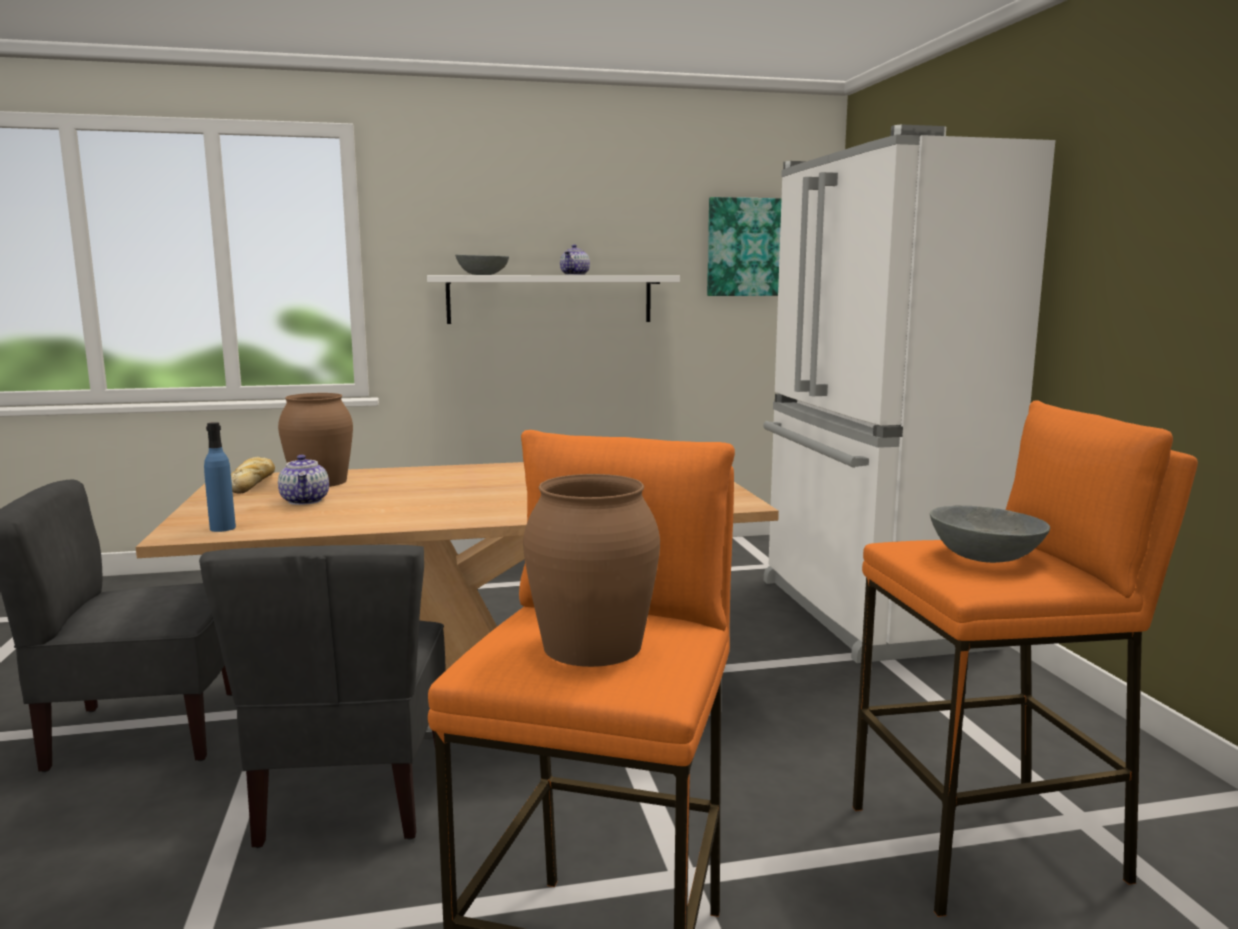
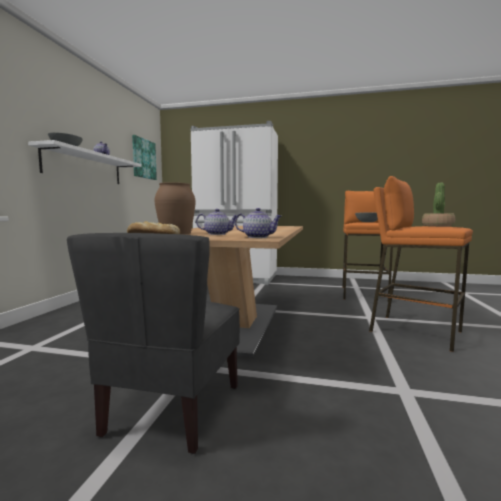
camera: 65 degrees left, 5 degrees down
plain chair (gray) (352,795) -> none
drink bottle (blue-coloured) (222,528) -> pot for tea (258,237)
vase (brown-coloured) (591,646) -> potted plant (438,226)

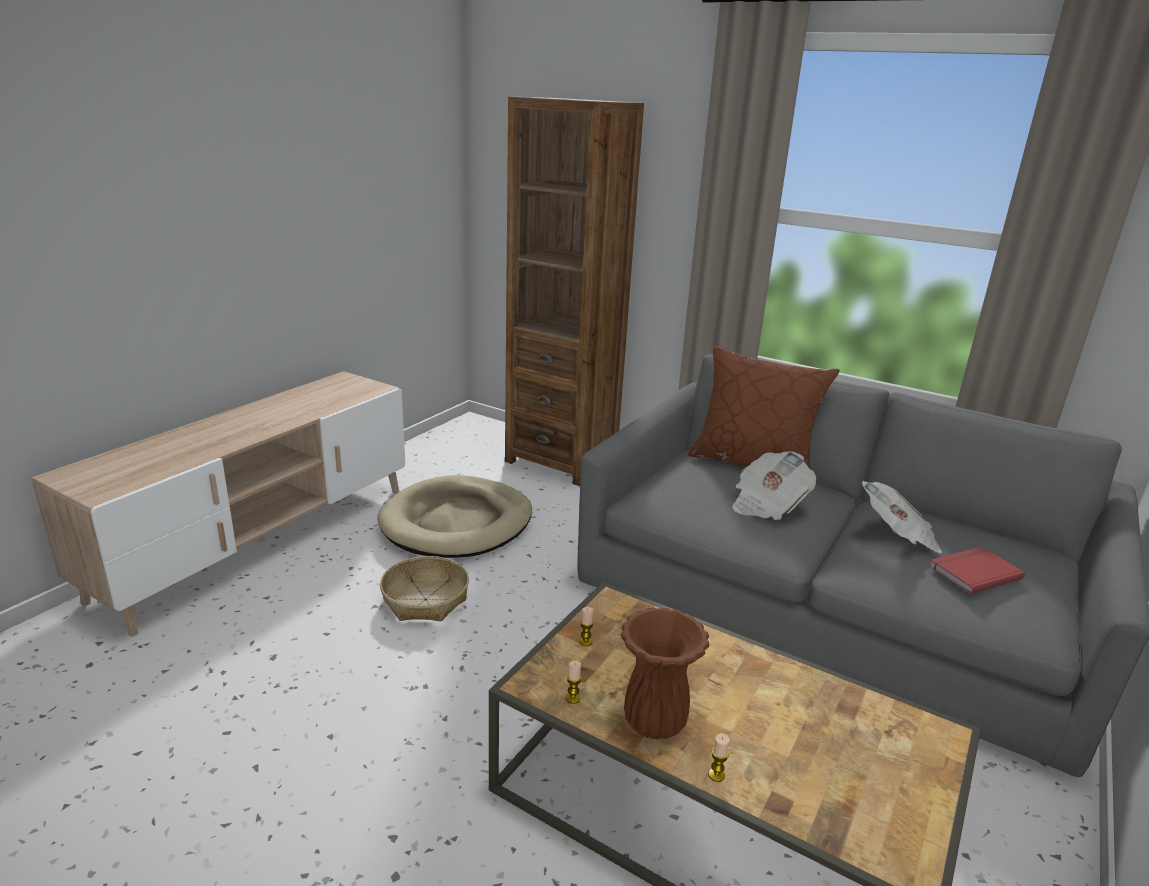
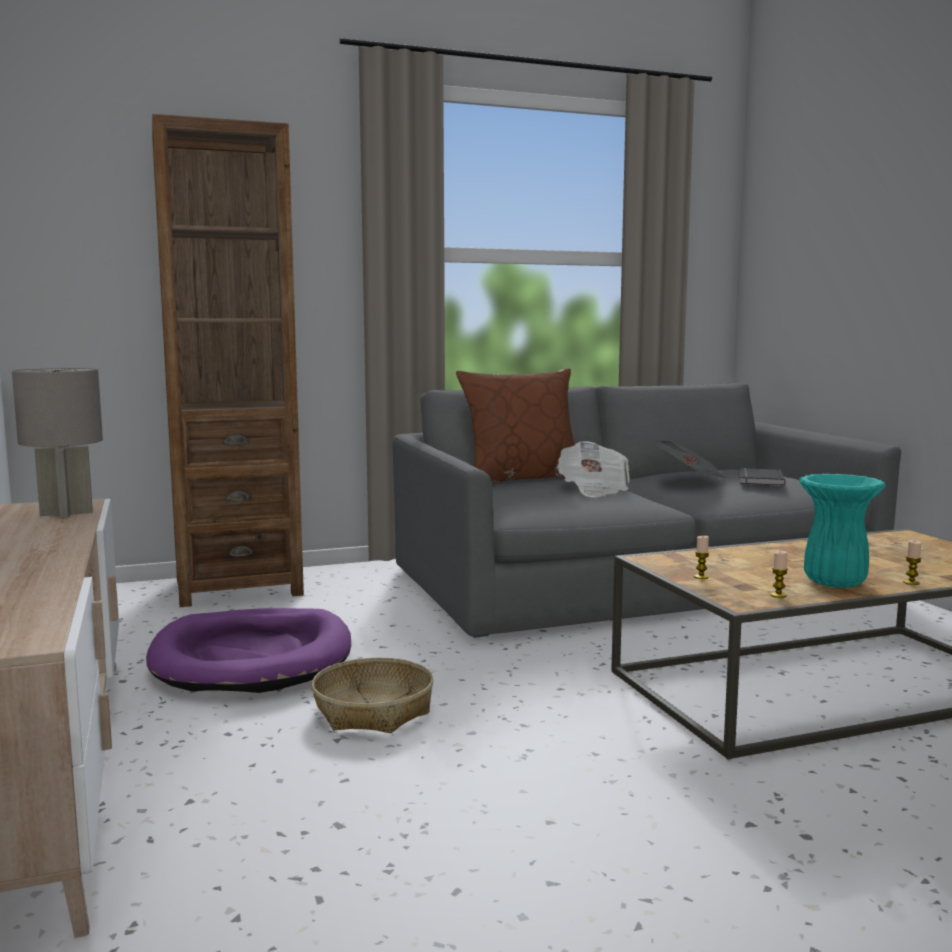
camera: 50 degrees left, 15 degrees down
none -> lamp for a table (gray) (65,513)
dog cushion (sand-coloured) (457,522) -> dog cushion (purple) (252,658)
vase (brown-coloured) (655,723) -> vase (turquoise) (836,583)
volume (red) (973,571) -> volume (black-coloured) (758,479)

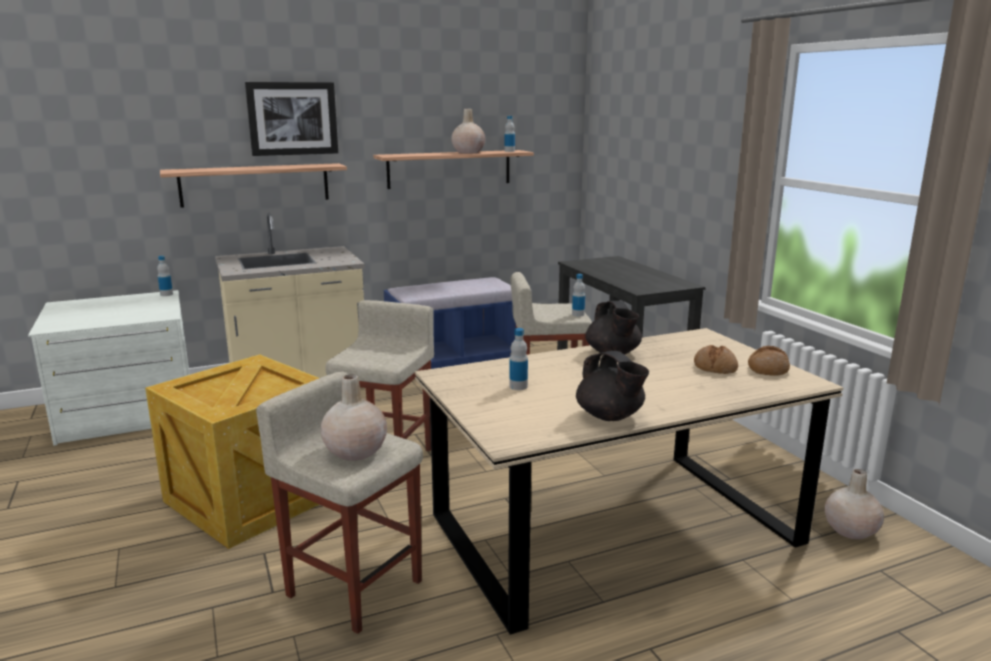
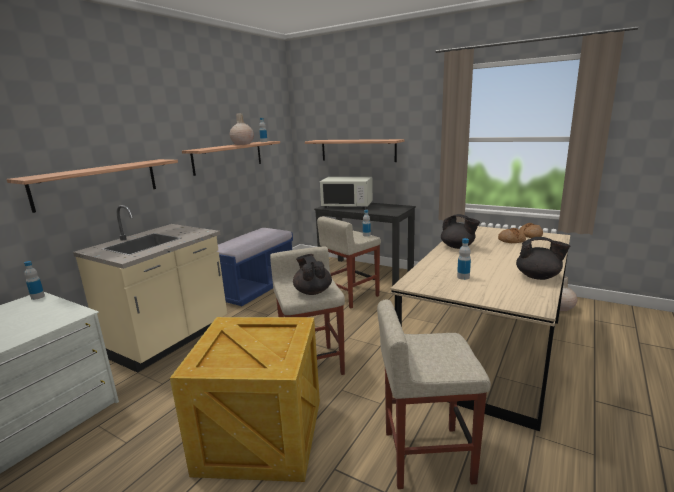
camera: 35 degrees left, 0 degrees up
wall art (292,118) -> none
vase (sand-coloured) (355,451) -> none
none -> pot for tea (black-coloured) (312,291)
none -> bracket shelf (357,150)
none -> microwave oven (white-coloured) (347,205)

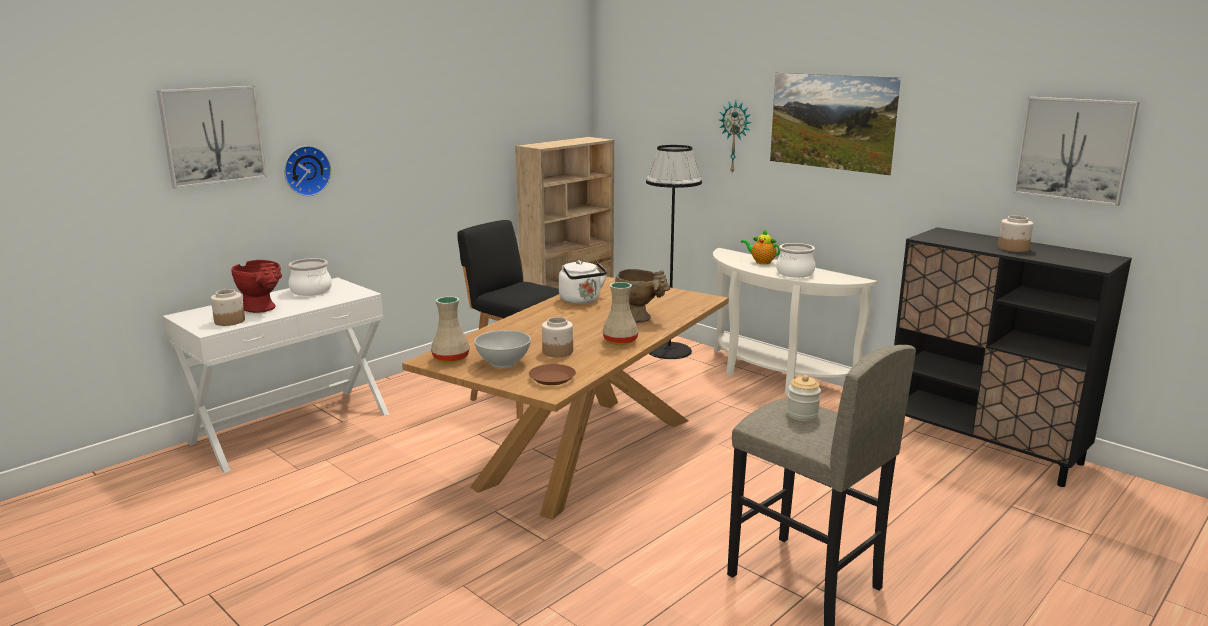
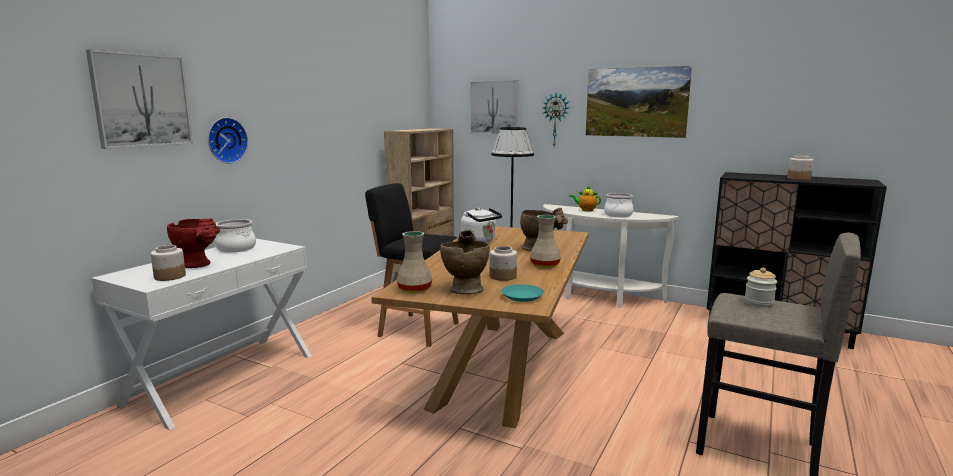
camera: 15 degrees left, 5 degrees down
wall art (1074,149) -> wall art (494,107), move
deep dish (white-coloured) (503,363) -> vase (sand-coloured) (465,288)
flat dish (brown-coloured) (552,379) -> flat dish (turquoise) (522,296)

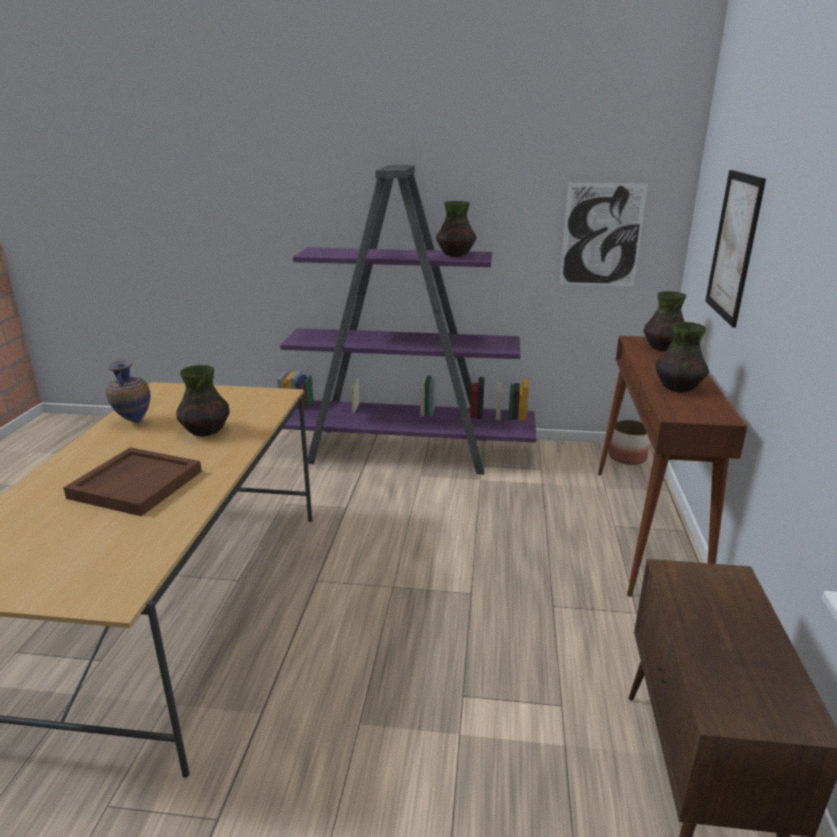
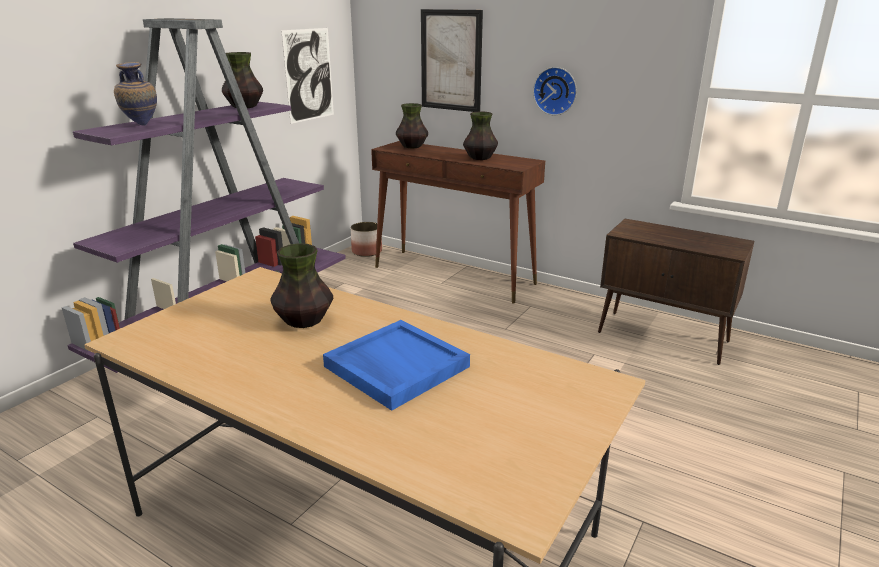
camera: 65 degrees left, 0 degrees up
none -> wall clock (556,91)
vase (133,422) -> vase (141,126), move
serving tray (brown-coloured) (136,484) -> serving tray (blue-coloured) (395,366)

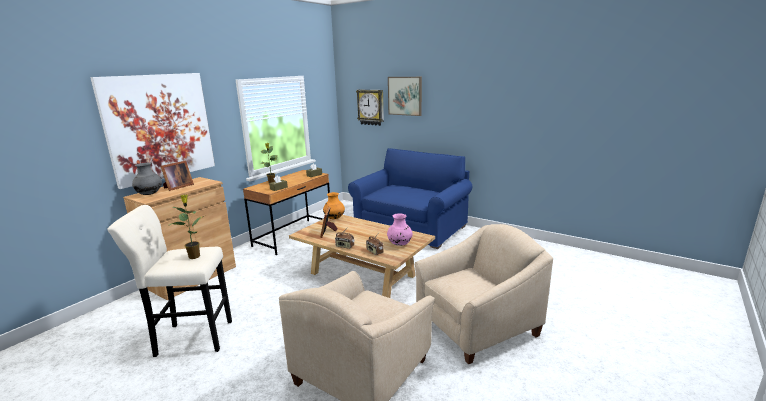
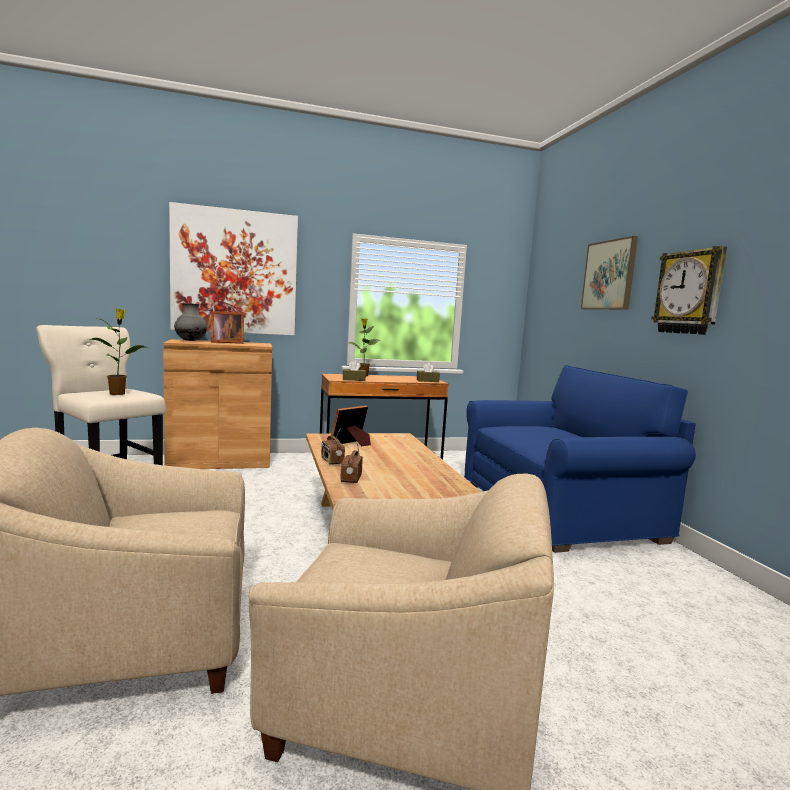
camera: 40 degrees right, 10 degrees down
vase (orange-coloured) (334,218) -> none
vase (pinkish) (399,244) -> none
wall clock (371,107) -> wall clock (689,292), move

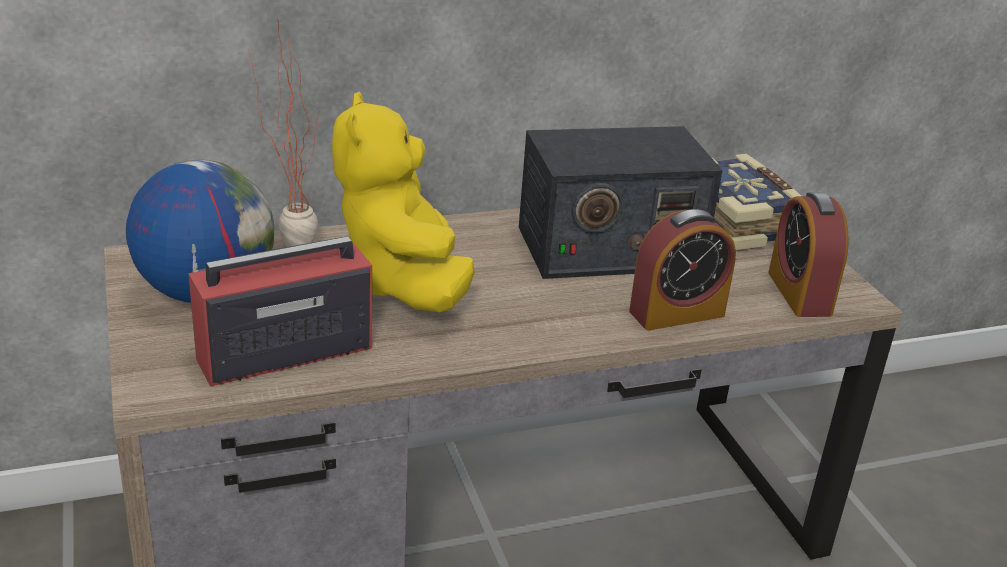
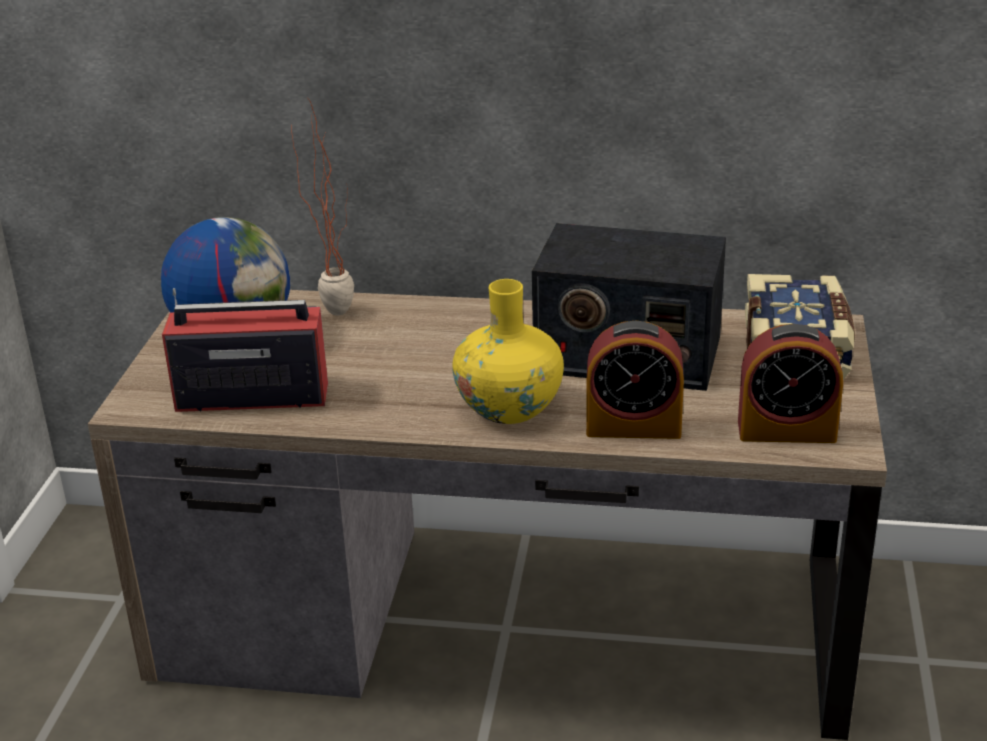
camera: 30 degrees right, 0 degrees up
soft toy (yellow) (402,284) -> none
none -> vase (yellow) (509,408)
alarm clock (799,293) -> alarm clock (786,431), 105 degrees counterclockwise

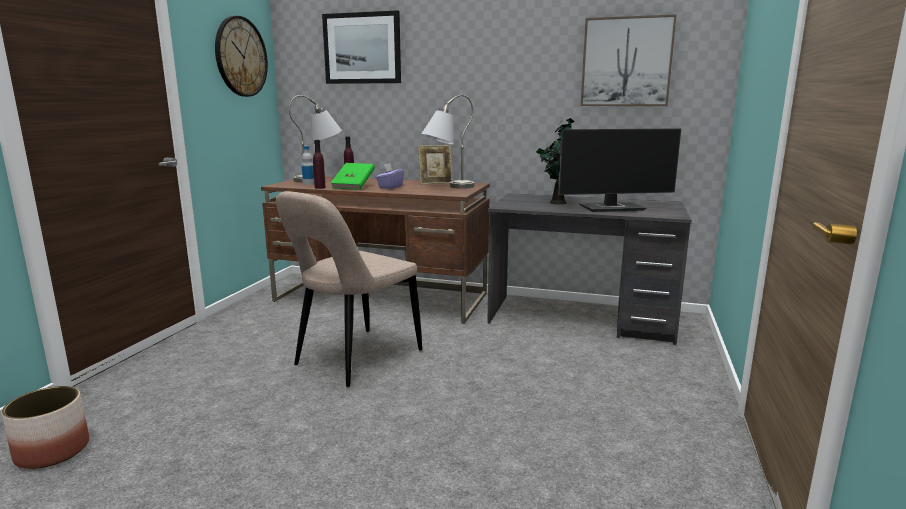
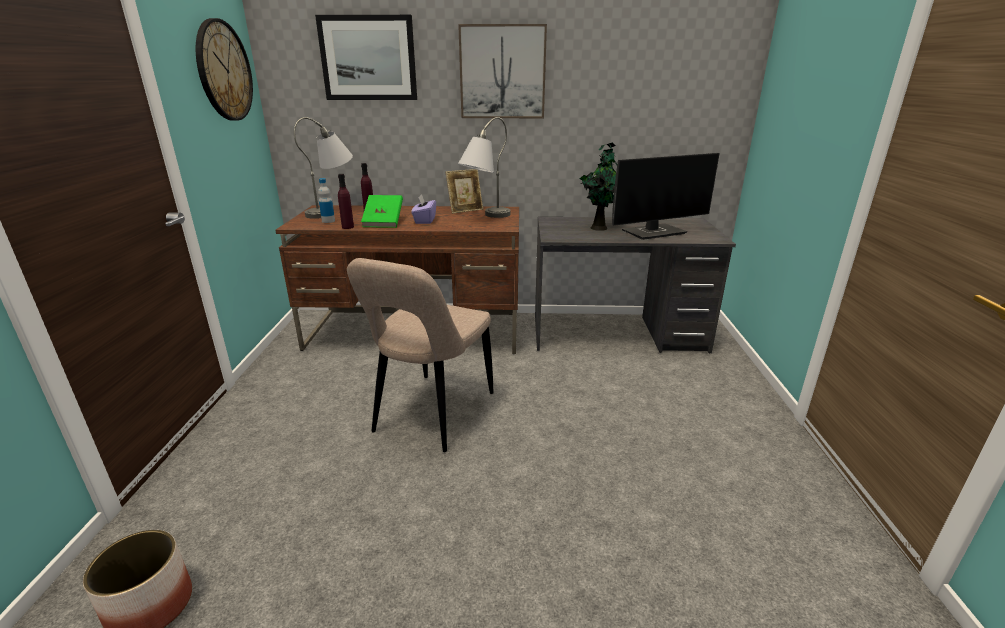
camera: 15 degrees left, 10 degrees up
wall art (626,62) -> wall art (502,72), move

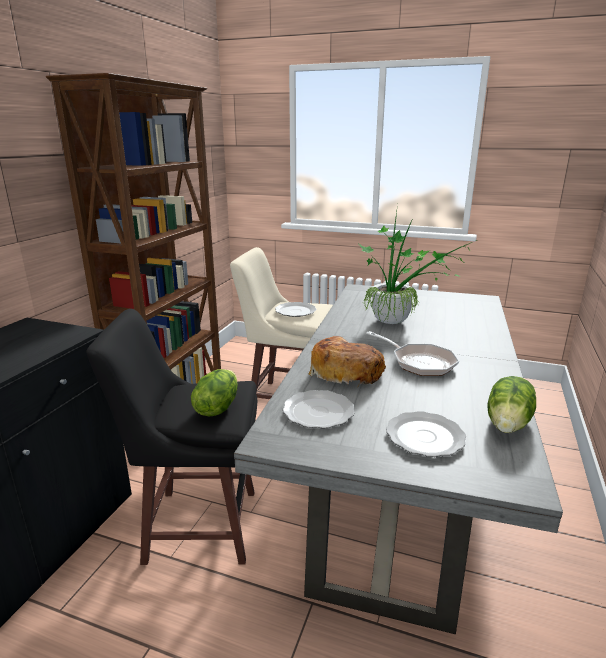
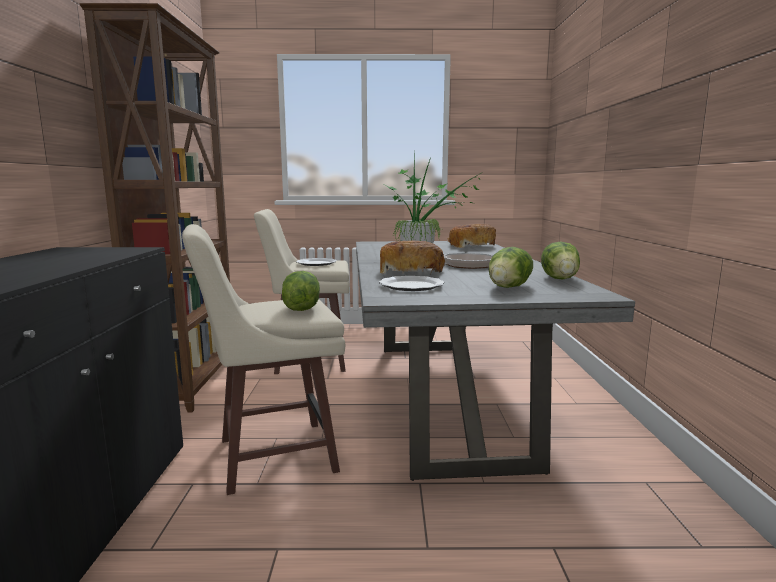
camera: 20 degrees left, 10 degrees down
none -> bakery bread (470,246)
flat dish (426,436) -> lettuce head (509,287)
stool seat (black-coloured) (198,524) -> stool seat (sand-coloured) (272,455)

